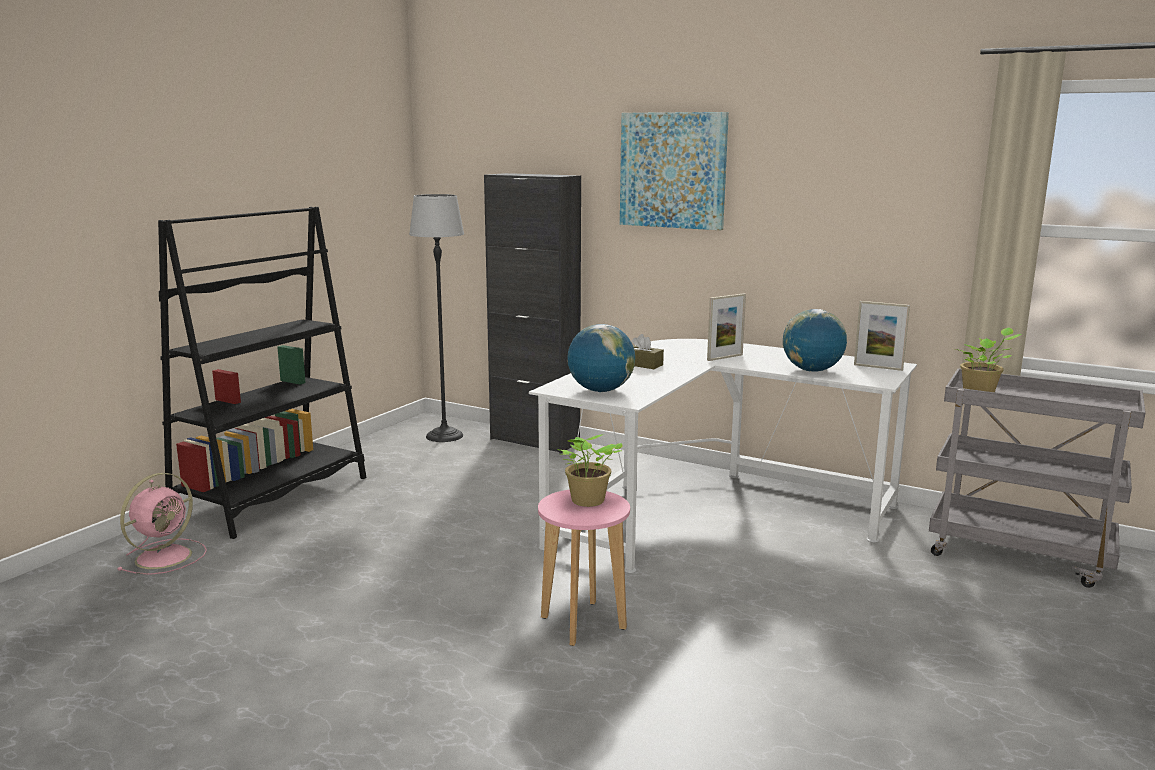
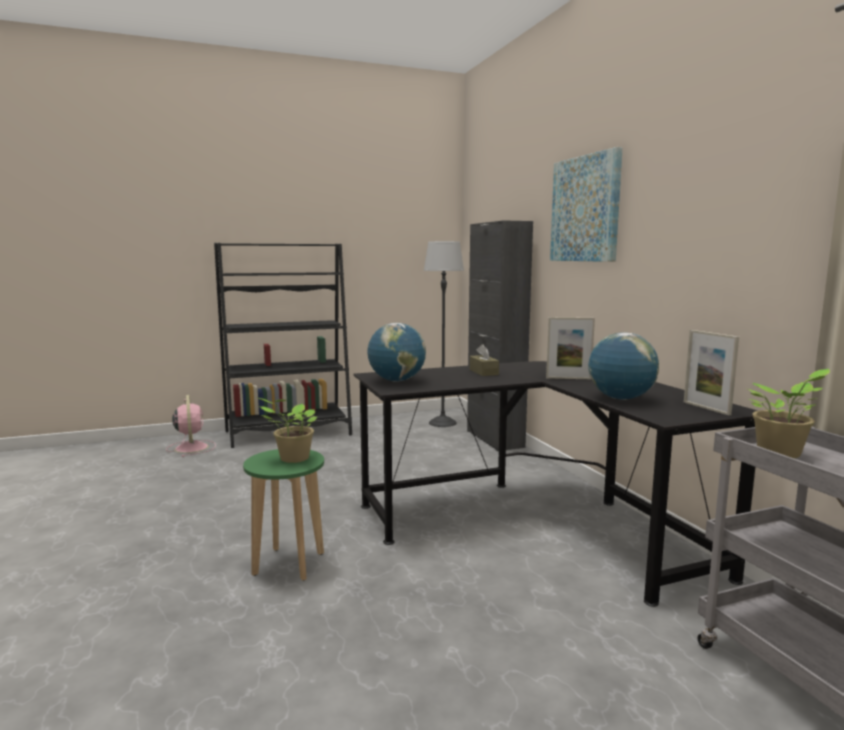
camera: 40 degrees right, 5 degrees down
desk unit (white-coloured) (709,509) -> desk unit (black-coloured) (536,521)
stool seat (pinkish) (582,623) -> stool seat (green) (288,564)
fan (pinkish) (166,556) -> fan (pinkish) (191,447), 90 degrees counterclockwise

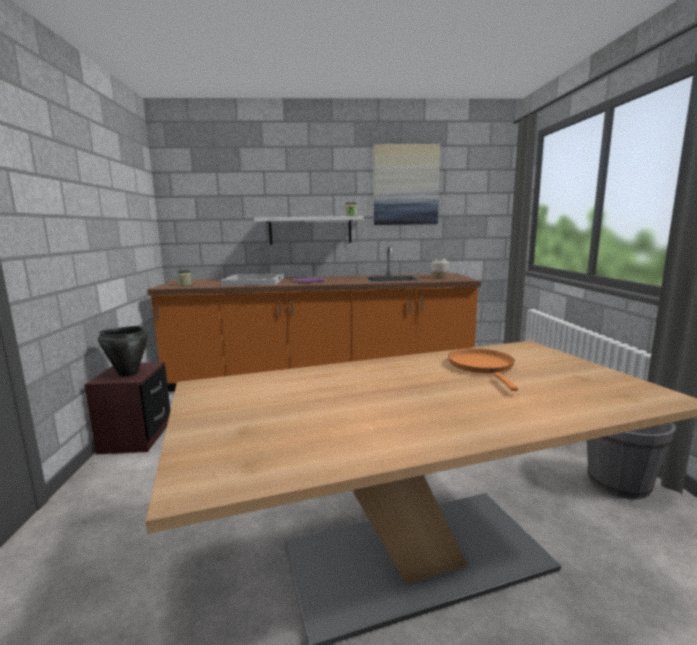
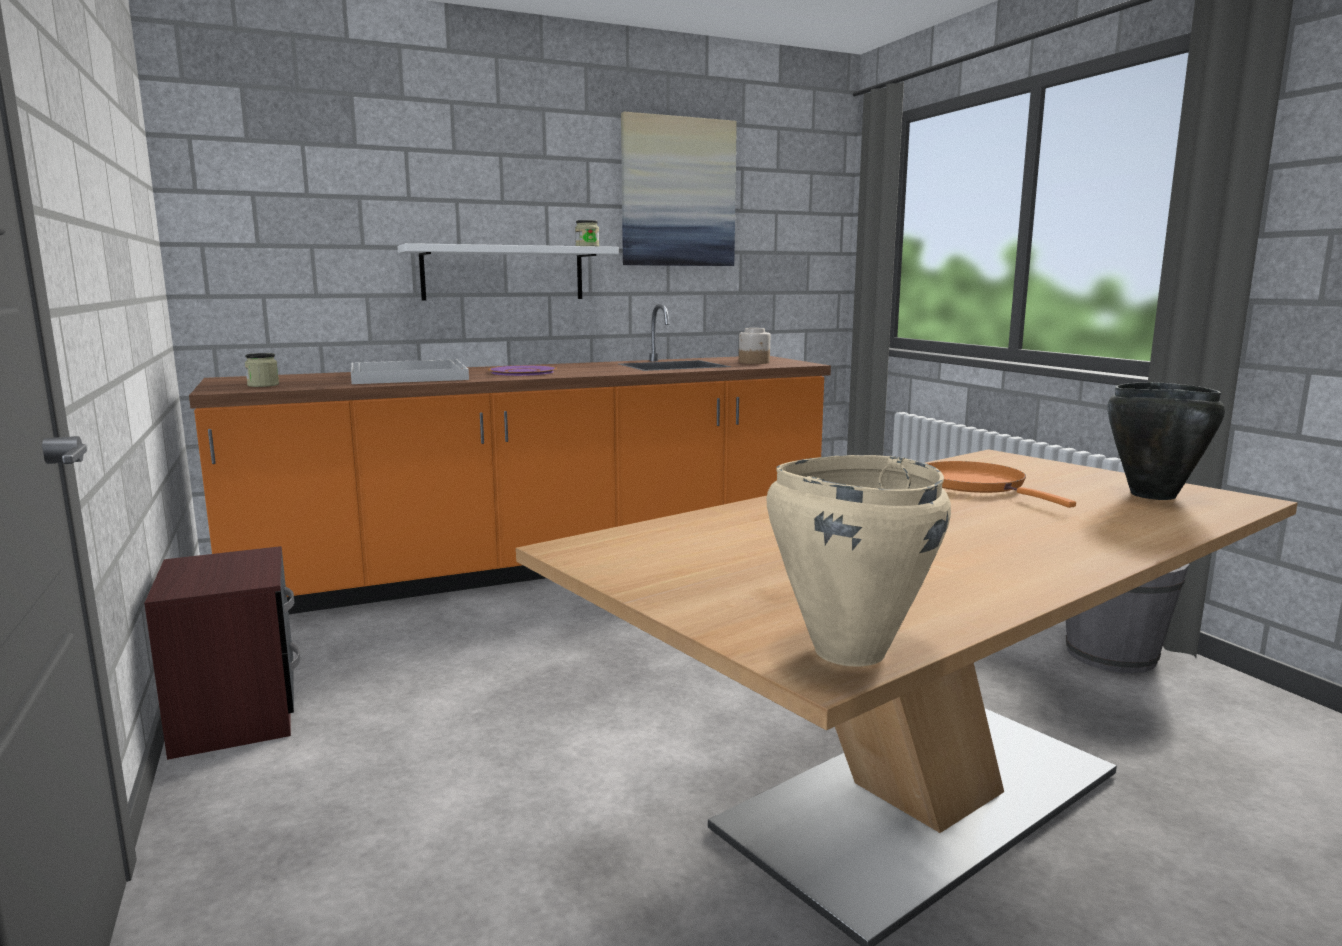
camera: 20 degrees left, 0 degrees up
none -> stockpot (sand-coloured) (847,651)
stockpot (black-coloured) (128,374) -> stockpot (black-coloured) (1152,495), move

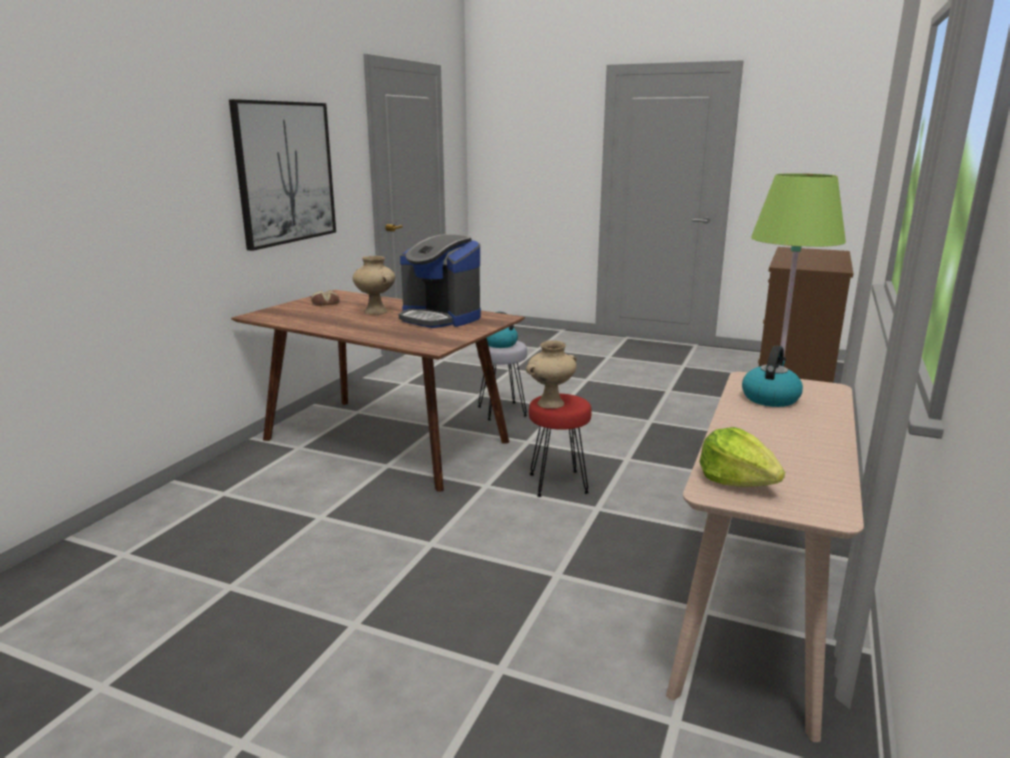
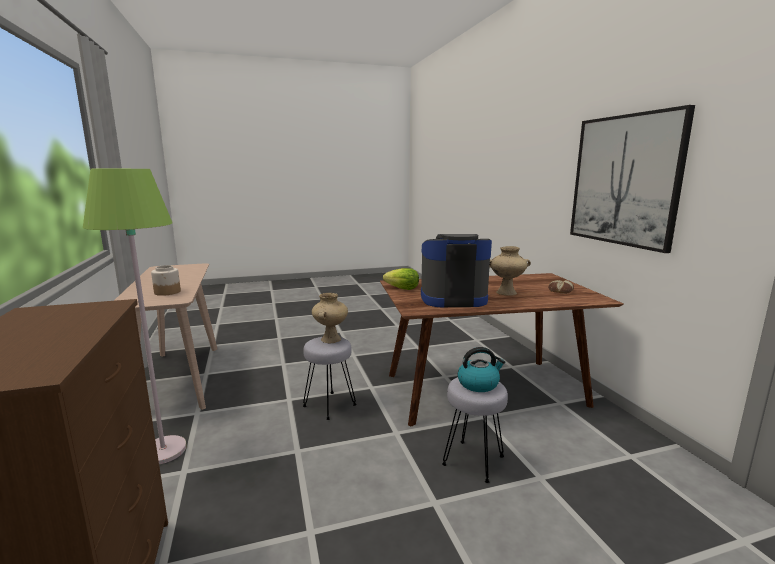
camera: 140 degrees right, 5 degrees down
lettuce head (737,481) -> lettuce head (402,289), move
tea kettle (770,398) -> jar (168,292)
stool seat (red) (558,484) -> stool seat (gray) (329,405)

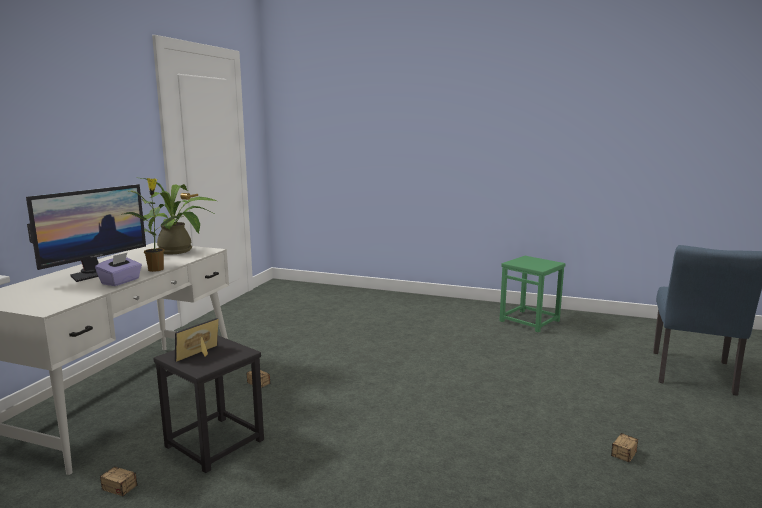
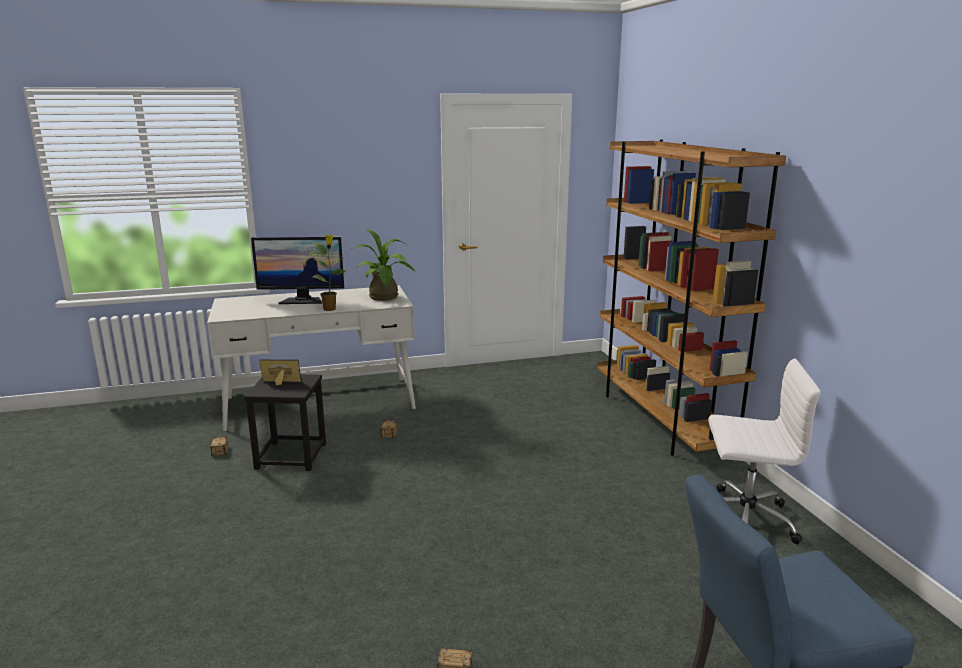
camera: 55 degrees right, 5 degrees up
tissue box (purple) (121,281) -> none
none -> bookshelf (brown-coloured) (661,420)
stool seat (green) (529,321) -> computer chair (white-coloured) (743,519)

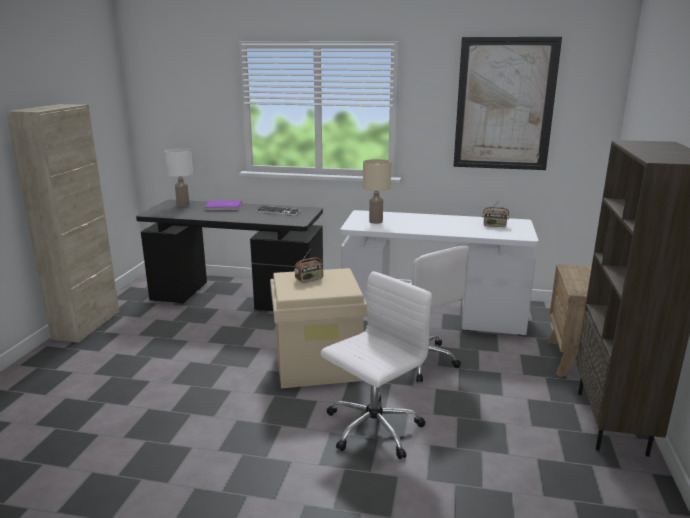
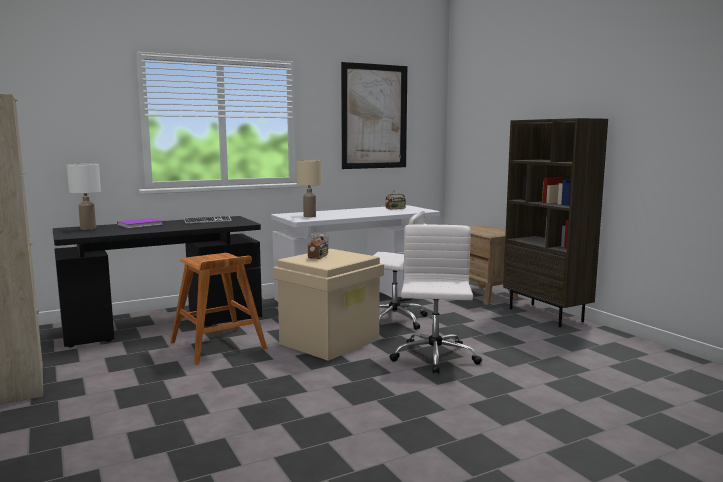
camera: 40 degrees left, 10 degrees down
none -> stool seat (brown-coloured) (218,346)

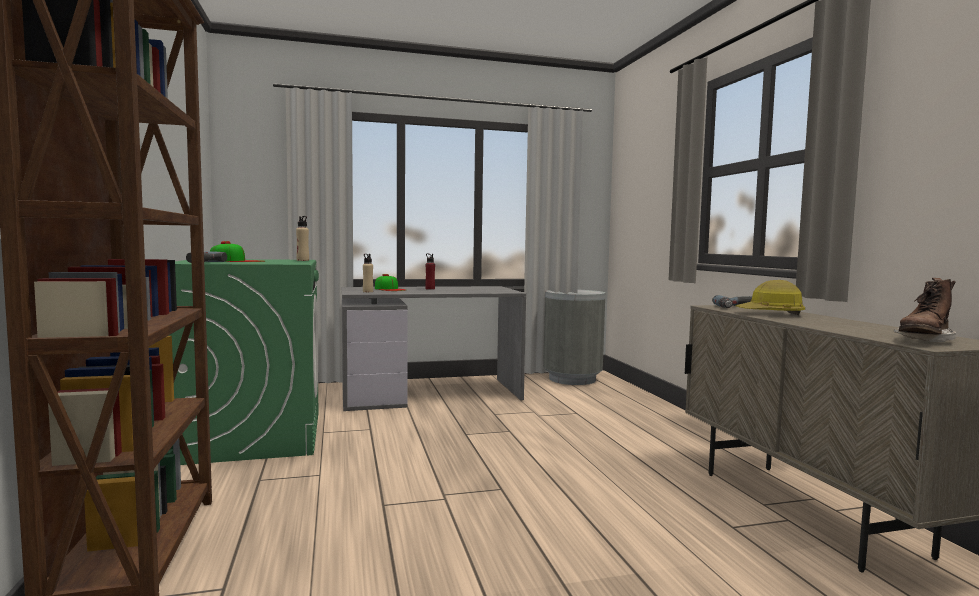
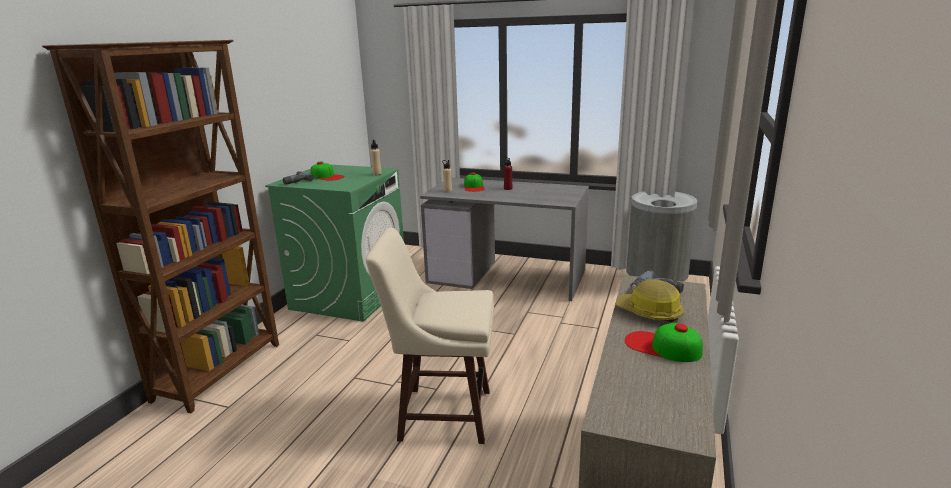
camera: 35 degrees right, 15 degrees up
boot (brown-coloured) (924,340) -> none
none -> stool seat (sand-coloured) (442,414)
none -> peaked cap (662,346)

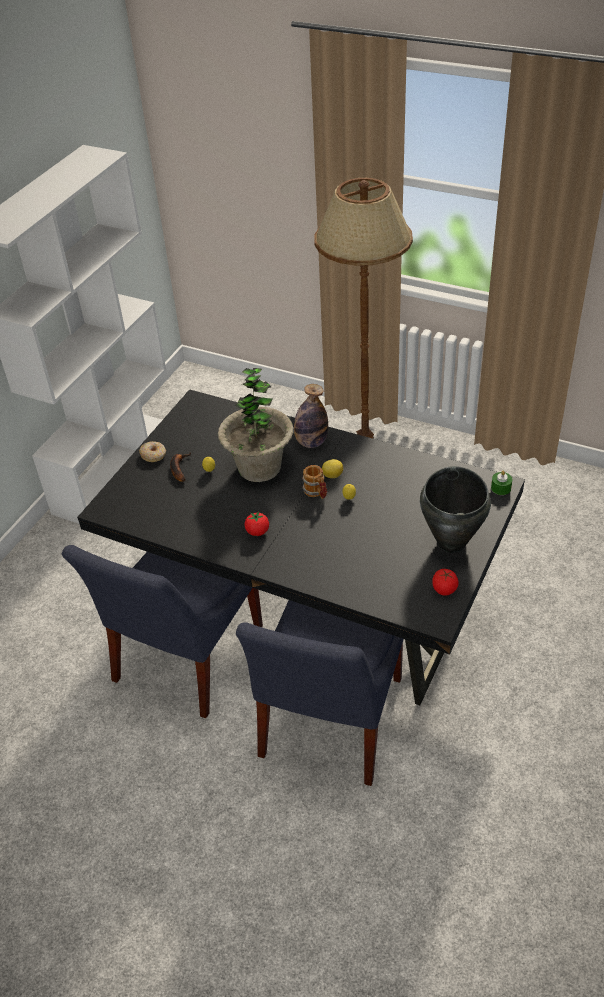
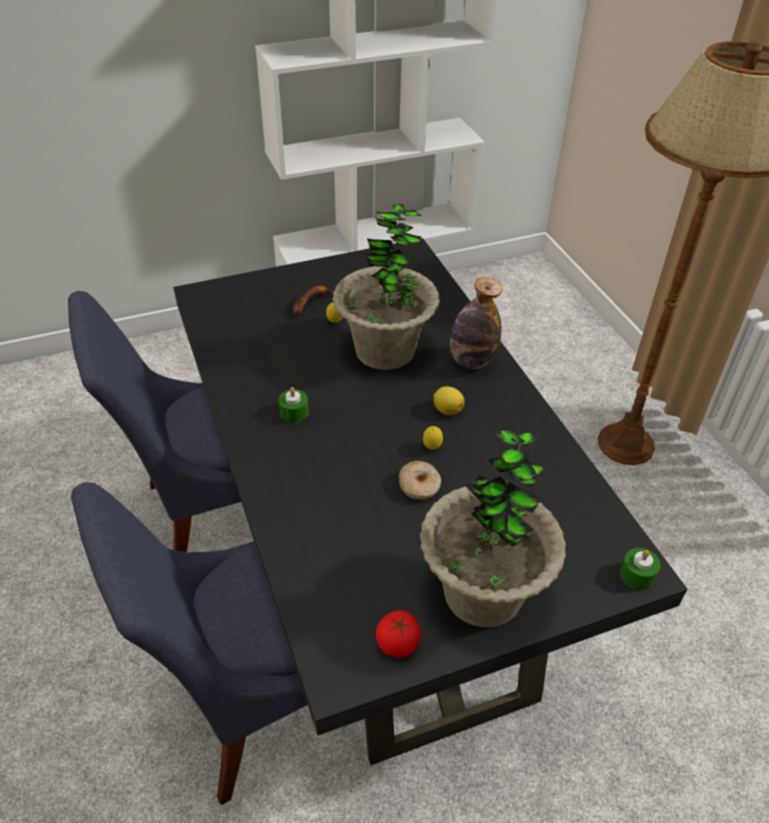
camera: 40 degrees right, 0 degrees up
coffee mug (316,493) -> none
ring doughnut (153,455) -> ring doughnut (419,486), move
tomato (257,532) -> candle (green) (294,412)
stockpot (black-coloured) (452,542) -> potted plant (483,593)

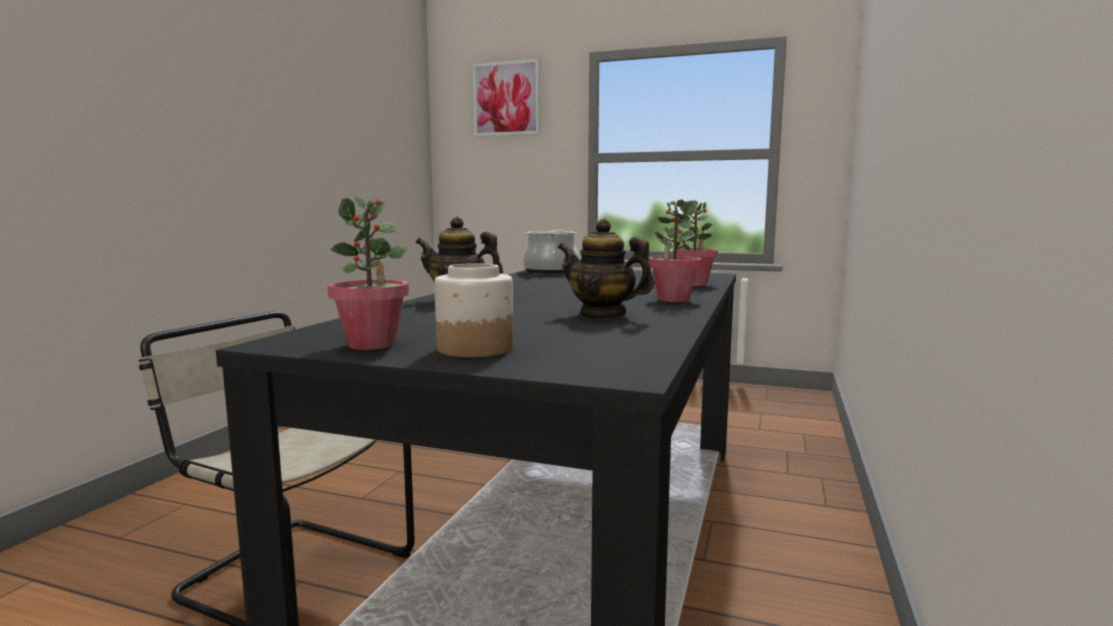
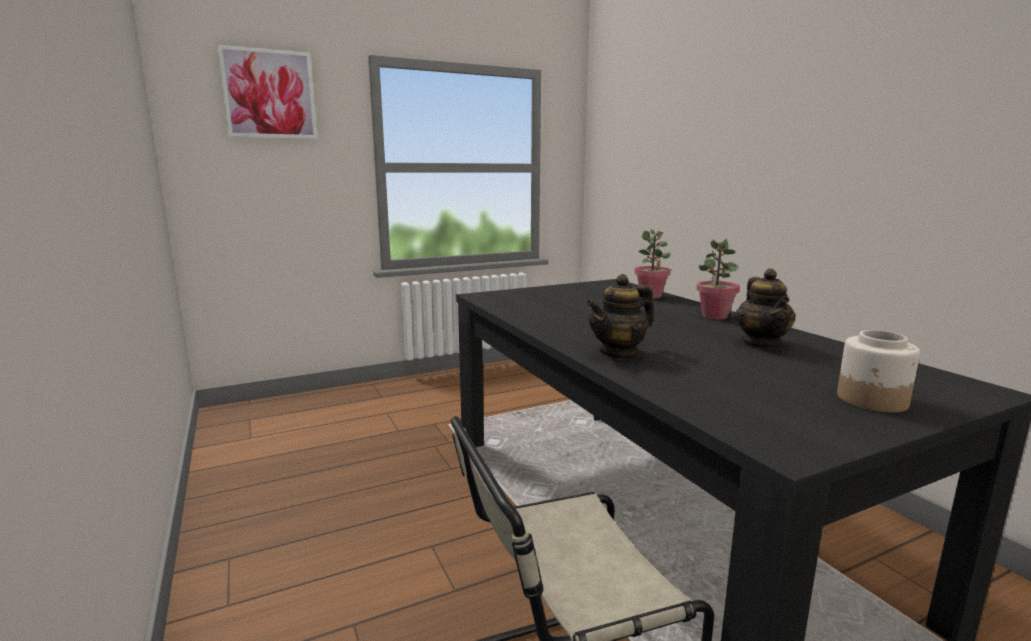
camera: 45 degrees left, 5 degrees up
potted plant (372,344) -> none
stockpot (551,271) -> none
pot for tea (602,315) -> pot for tea (762,343), 75 degrees counterclockwise

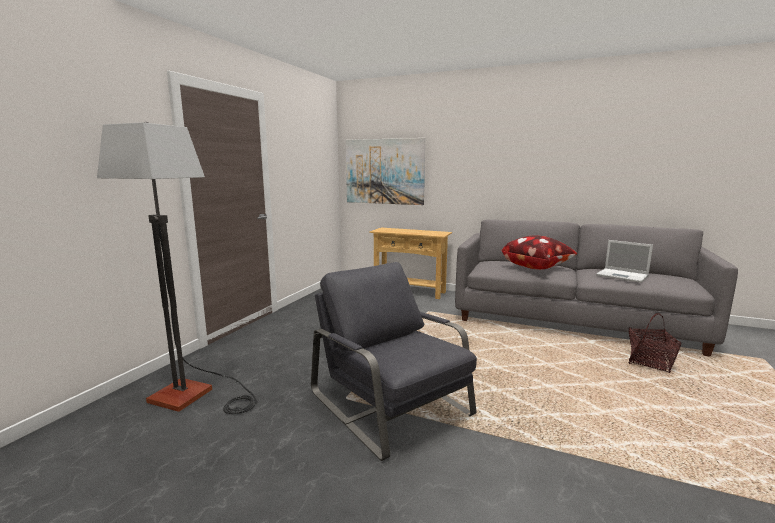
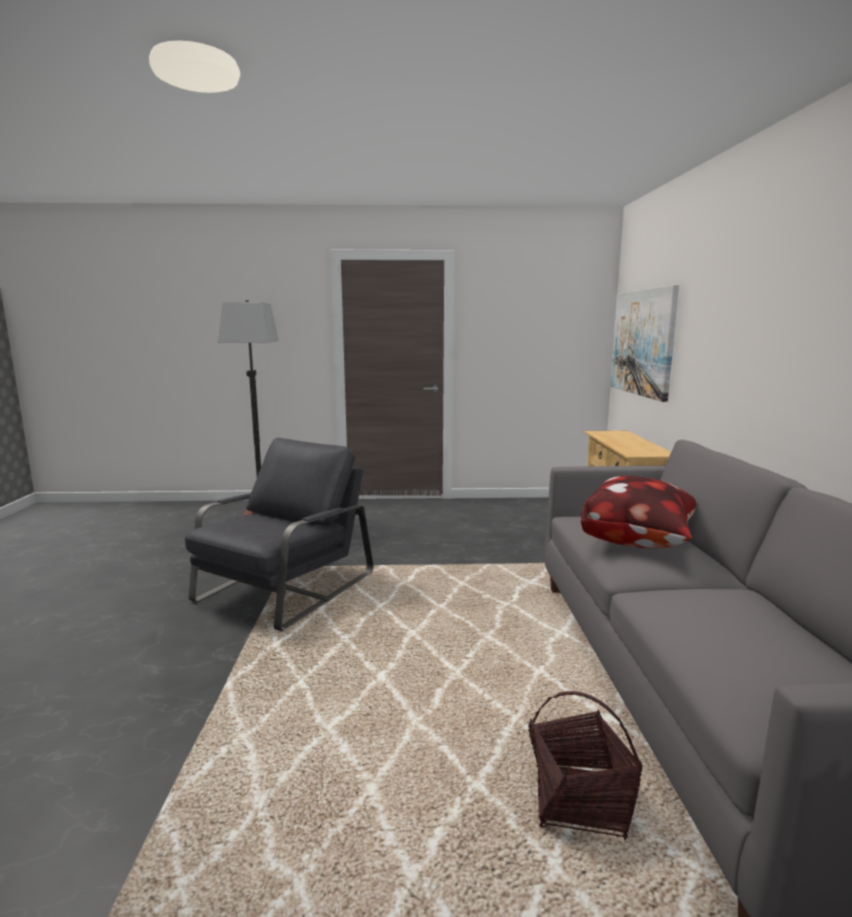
camera: 65 degrees right, 0 degrees up
portable computer (623,276) -> none

